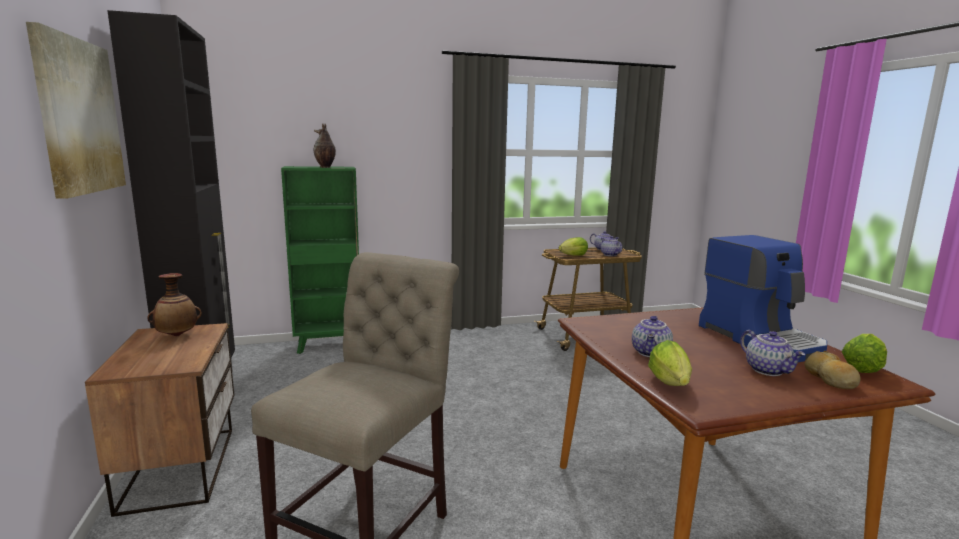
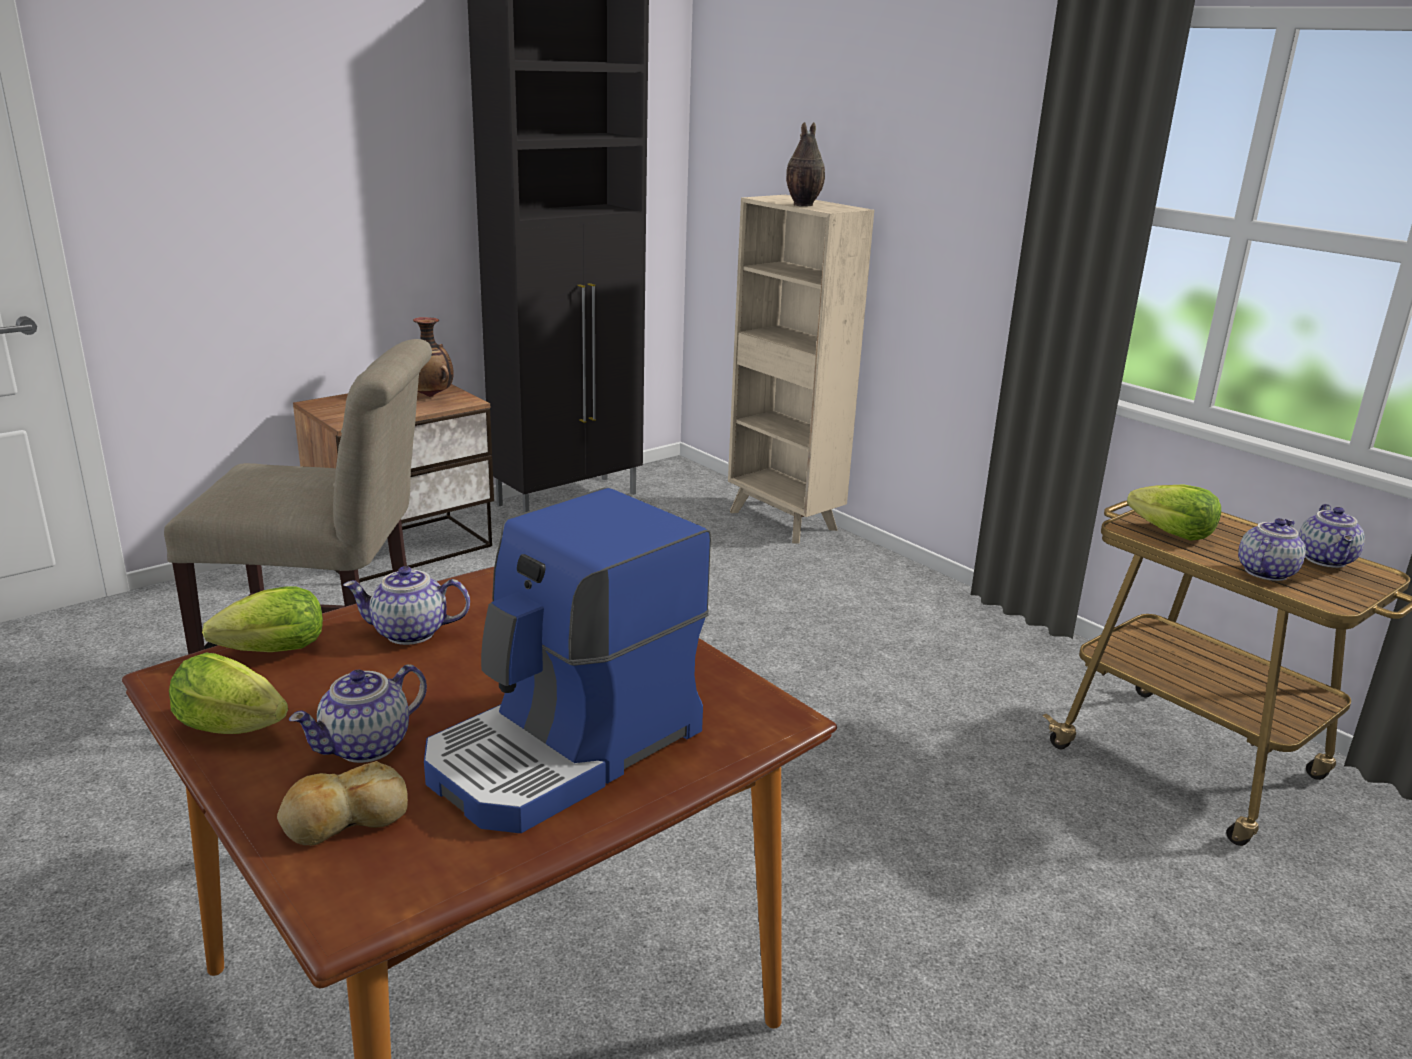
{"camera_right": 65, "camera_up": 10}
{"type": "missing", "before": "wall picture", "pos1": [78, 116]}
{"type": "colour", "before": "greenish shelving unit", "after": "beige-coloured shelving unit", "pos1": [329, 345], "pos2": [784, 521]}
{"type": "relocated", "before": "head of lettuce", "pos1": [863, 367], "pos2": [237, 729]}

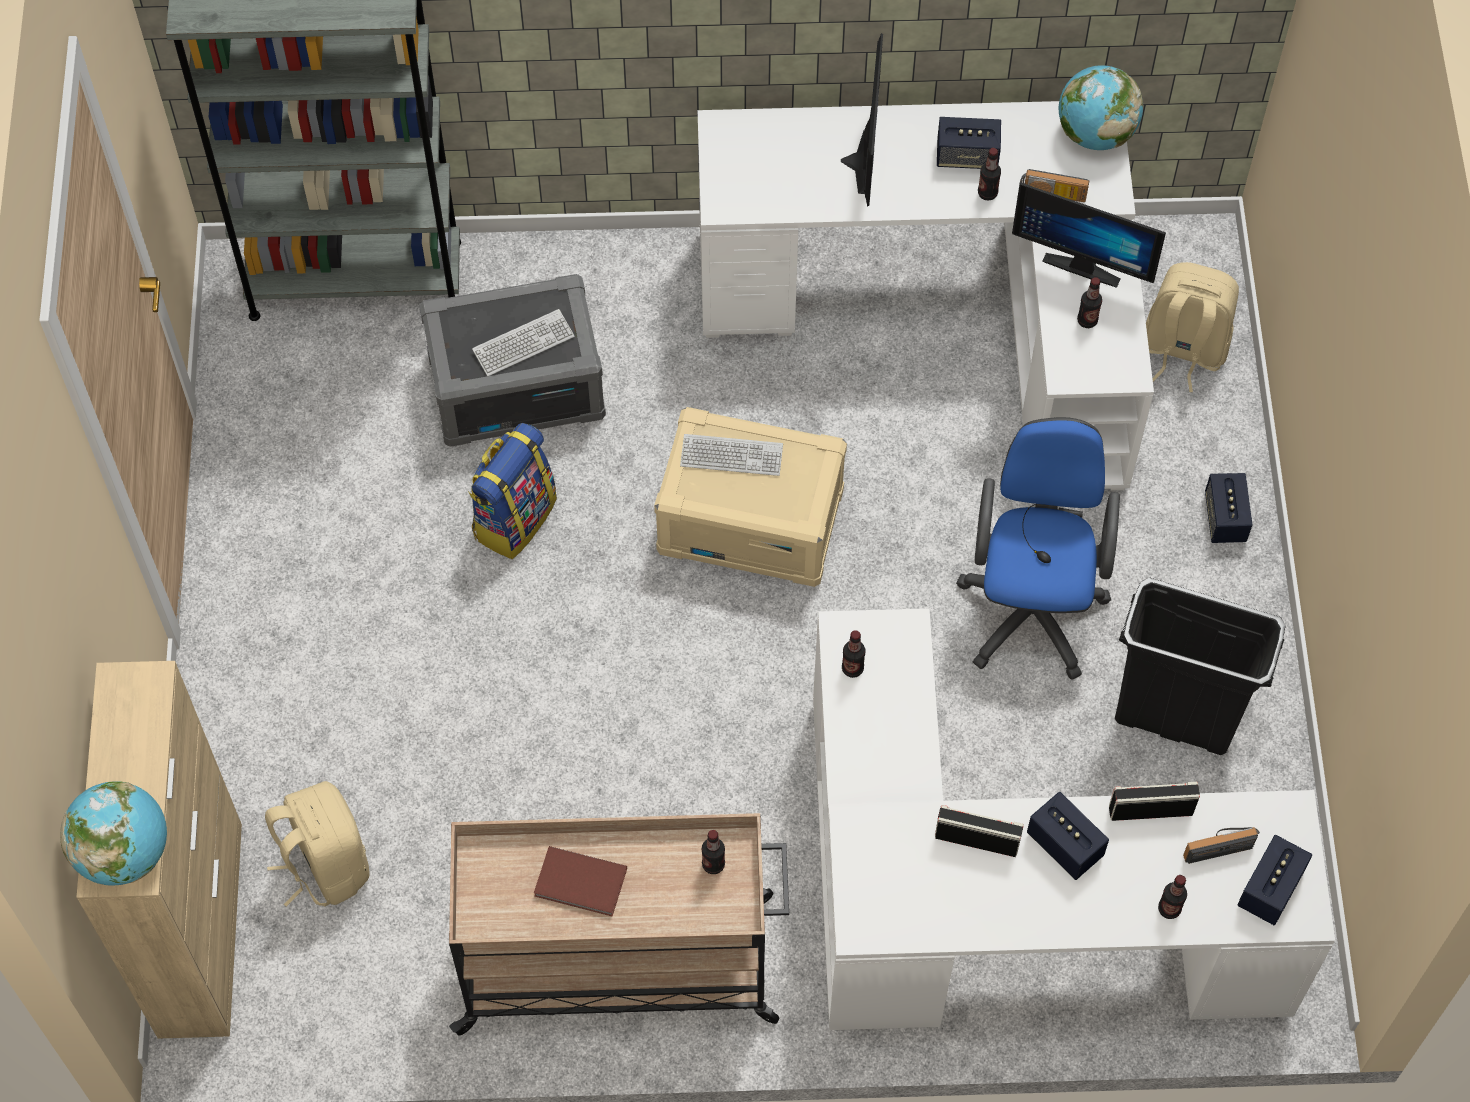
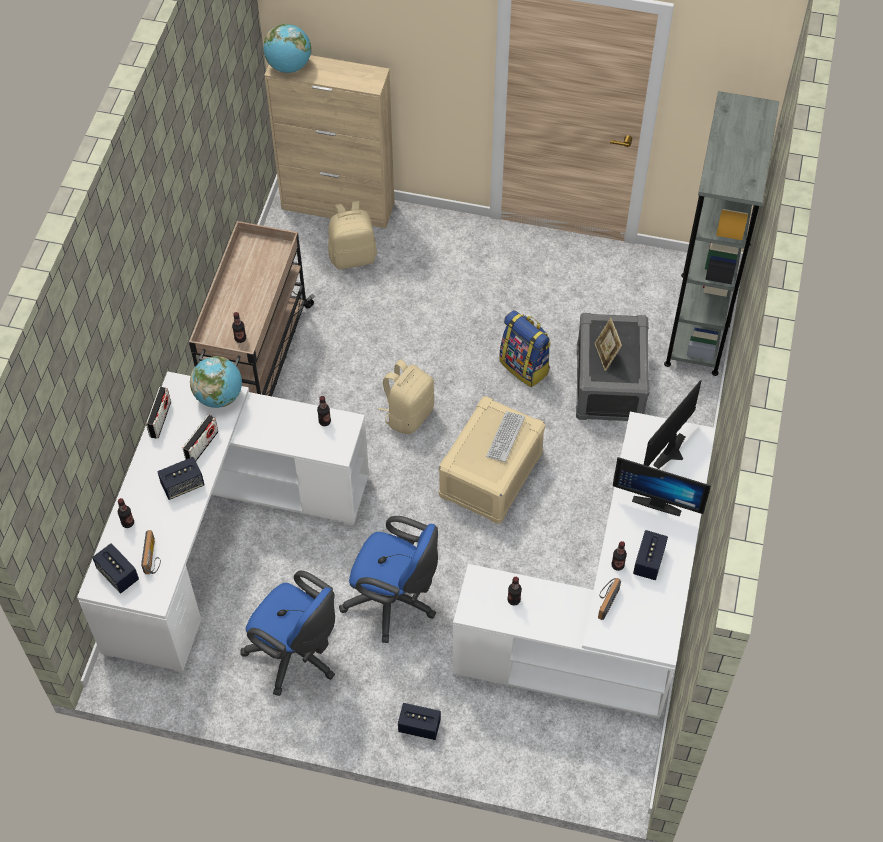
{"camera_right": 105, "camera_up": -5}
{"type": "relocated", "before": "desk globe", "pos1": [1095, 133], "pos2": [219, 396]}
{"type": "relocated", "before": "computer display", "pos1": [1084, 262], "pos2": [674, 454]}
{"type": "relocated", "before": "beige-coloured rucksack", "pos1": [1182, 349], "pos2": [408, 414]}
{"type": "exchanged", "before": "keyboard", "after": "photo frame", "pos1": [523, 344], "pos2": [606, 356]}
{"type": "exchanged", "before": "black-coloured trash can", "after": "blue desk chair", "pos1": [1175, 720], "pos2": [297, 655]}
{"type": "relocated", "before": "radio receiver", "pos1": [1150, 810], "pos2": [160, 419]}
{"type": "missing", "before": "brown book", "pos1": [581, 884]}

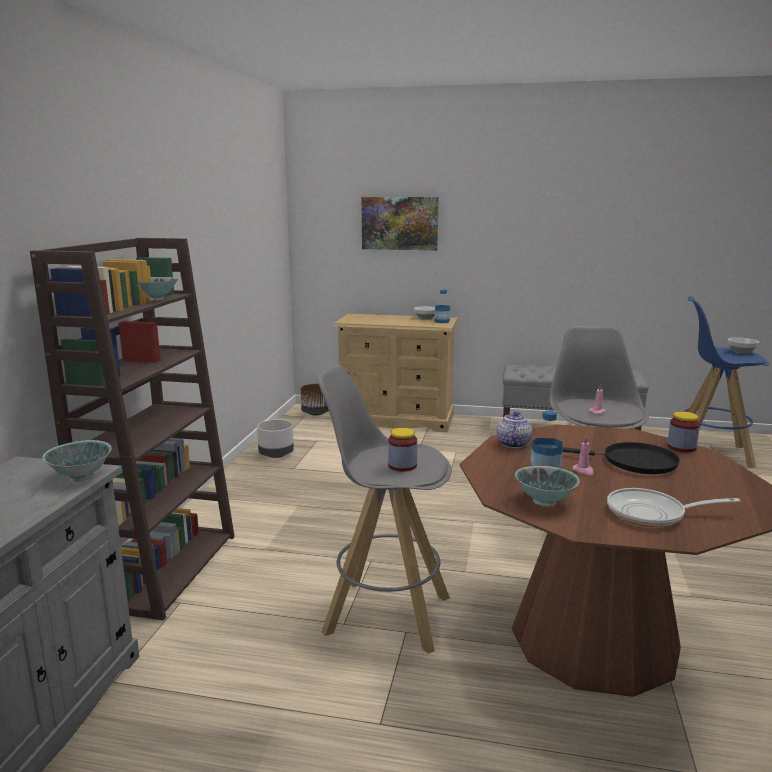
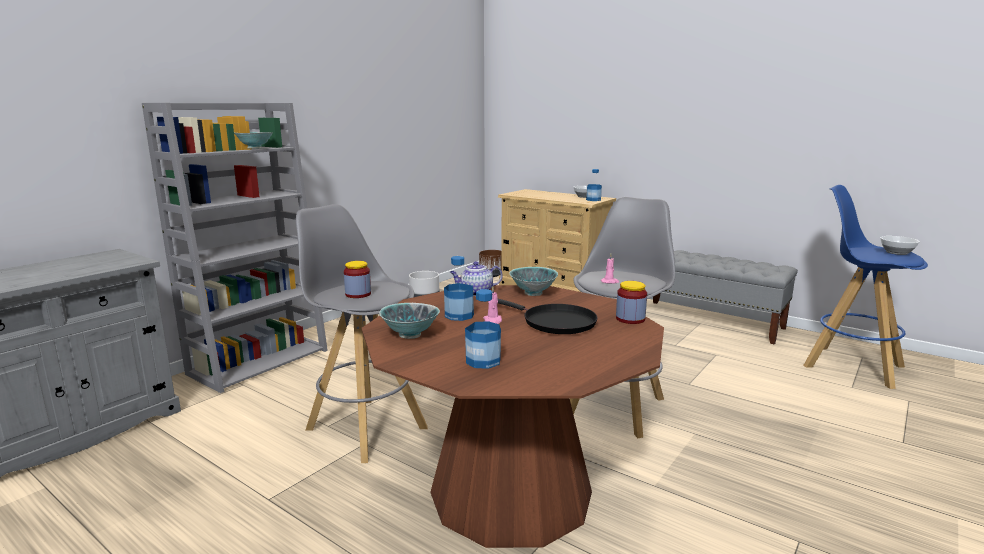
{"camera_right": 25, "camera_up": 0}
{"type": "missing", "before": "wall picture", "pos1": [399, 223]}
{"type": "colour", "before": "brown shelving unit", "after": "grey shelving unit", "pos1": [165, 568], "pos2": [260, 361]}
{"type": "spun", "before": "pot for tea", "pos1": [513, 443], "pos2": [476, 293], "turn": -150}
{"type": "relocated", "before": "serving bowl", "pos1": [81, 477], "pos2": [533, 293]}
{"type": "exchanged", "before": "skillet", "after": "bottle", "pos1": [652, 514], "pos2": [483, 361]}

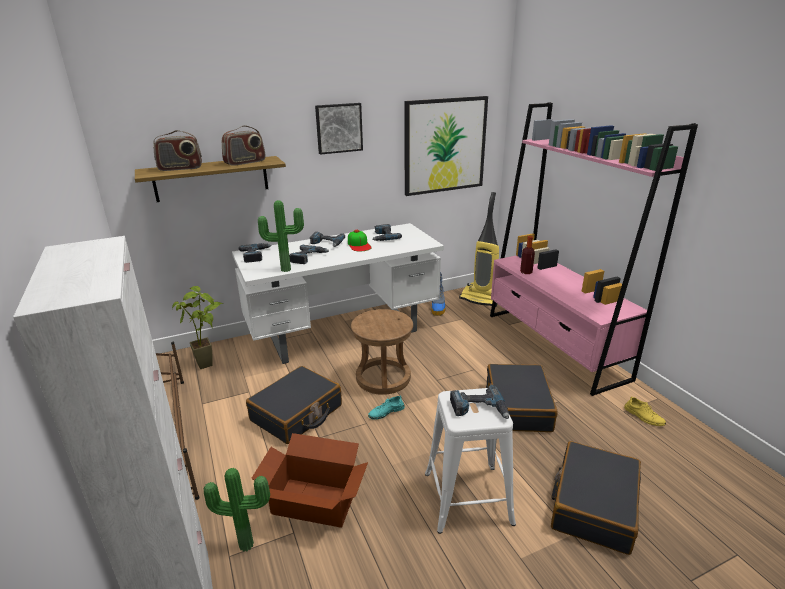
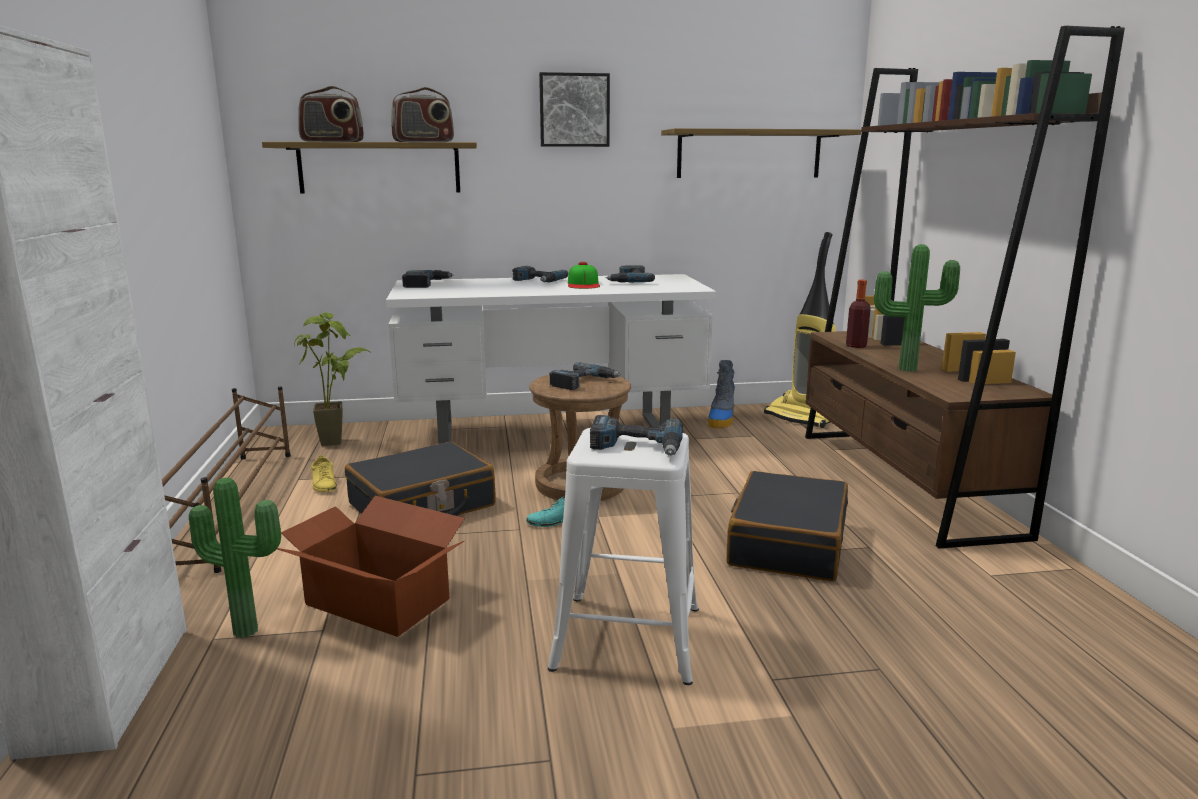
{"camera_right": 15, "camera_up": -10}
{"type": "exchanged", "before": "wall picture", "after": "bracket shelf", "pos1": [444, 145], "pos2": [749, 154]}
{"type": "colour", "before": "pinkish shelving unit", "after": "brown shelving unit", "pos1": [555, 345], "pos2": [903, 481]}
{"type": "relocated", "before": "plant in a pot", "pos1": [286, 269], "pos2": [906, 368]}
{"type": "relocated", "before": "power drill", "pos1": [308, 257], "pos2": [583, 382]}
{"type": "relocated", "before": "yellow shoe", "pos1": [643, 416], "pos2": [324, 484]}
{"type": "missing", "before": "black-coloured travel case", "pos1": [593, 505]}

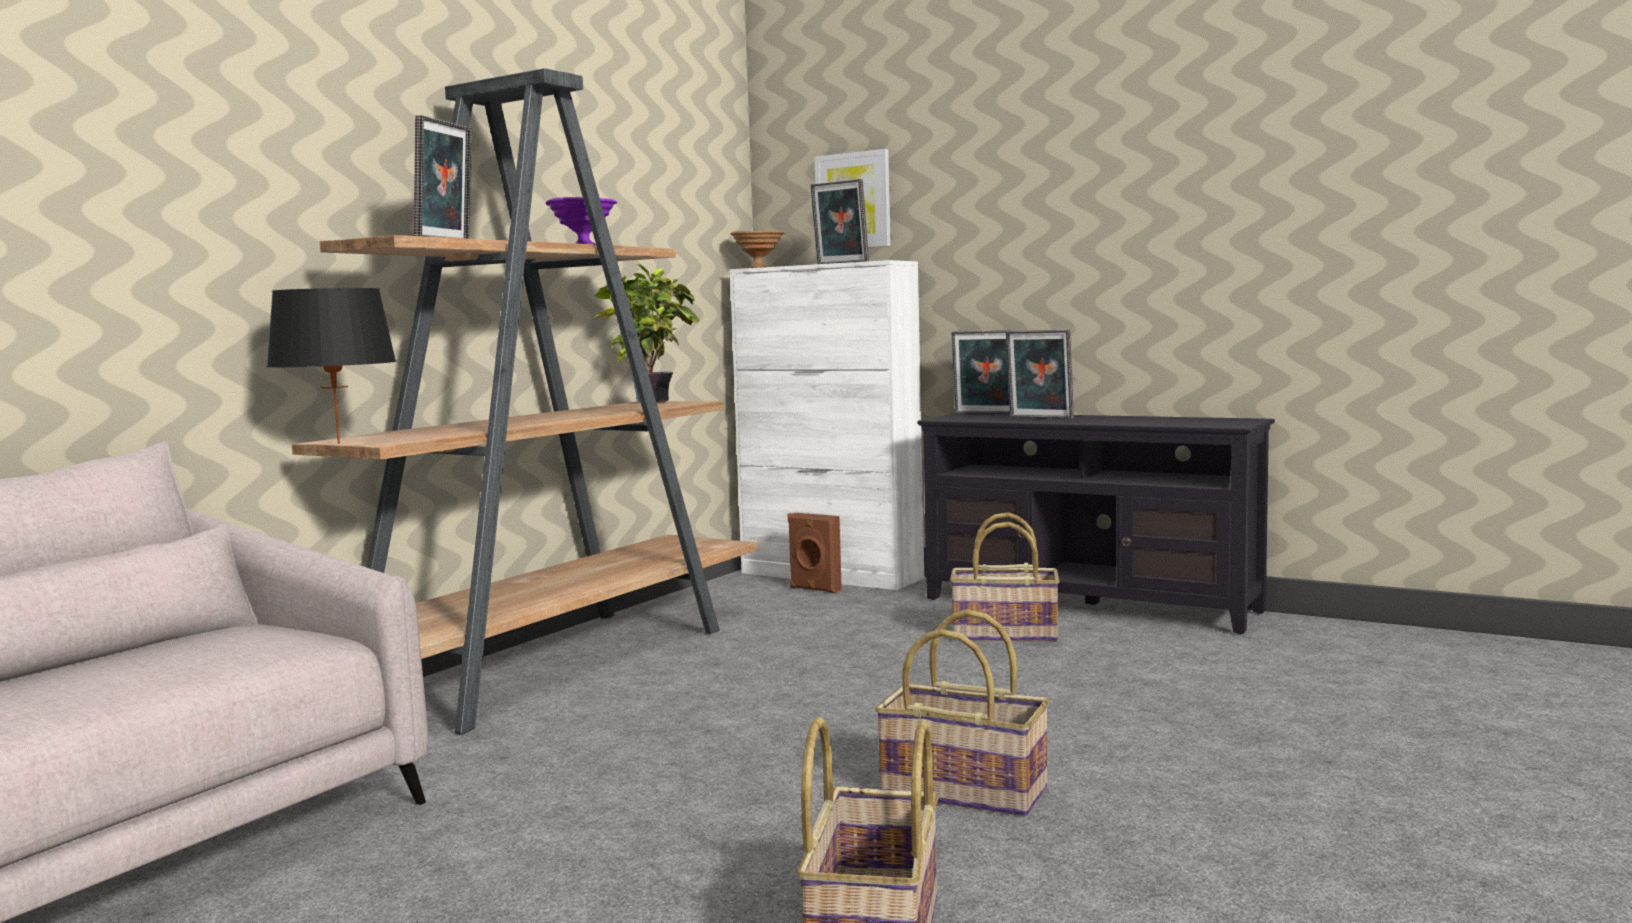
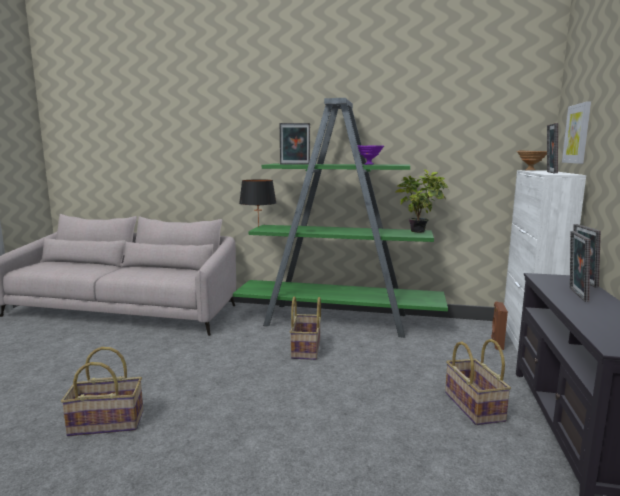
{"camera_right": 70, "camera_up": 5}
{"type": "colour", "before": "brown shelving unit", "after": "greenish shelving unit", "pos1": [551, 664], "pos2": [339, 320]}
{"type": "relocated", "before": "basket", "pos1": [965, 790], "pos2": [306, 349]}

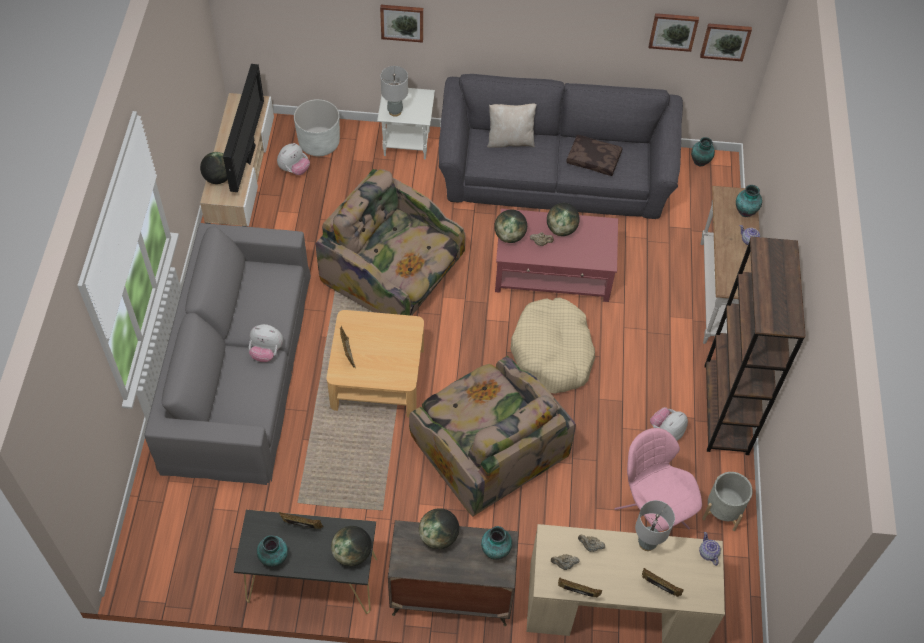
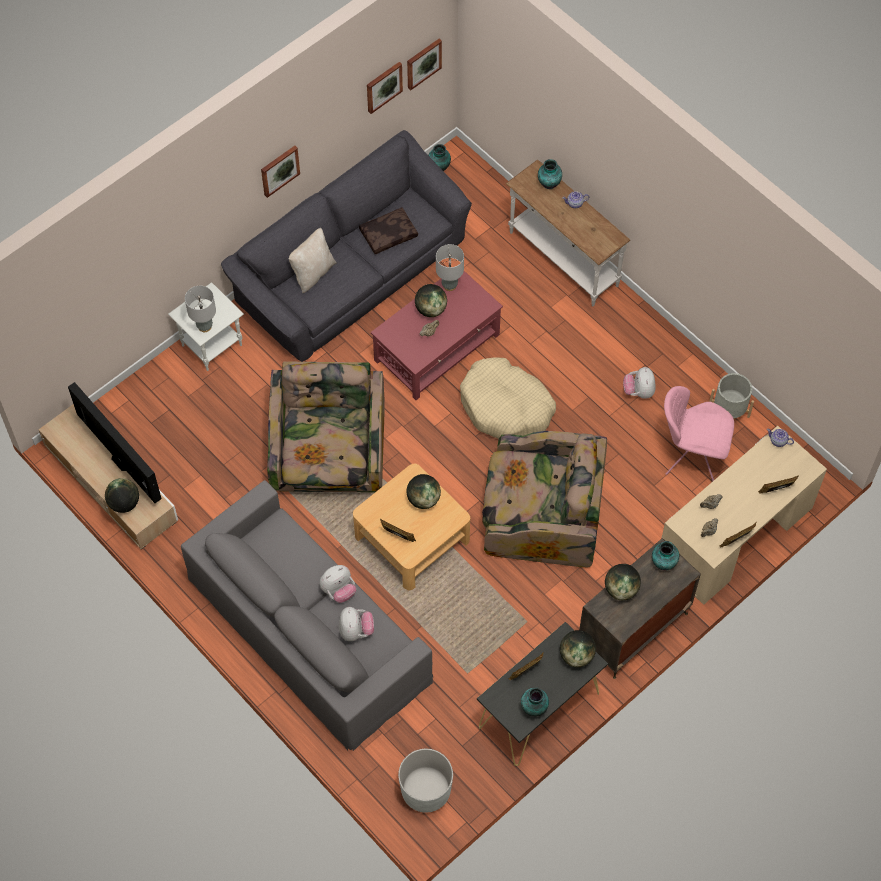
{"camera_right": -45, "camera_up": 5}
{"type": "relocated", "before": "wall picture", "pos1": [402, 22], "pos2": [279, 170]}
{"type": "relocated", "before": "white planter", "pos1": [319, 143], "pos2": [426, 790]}
{"type": "relocated", "before": "plush toy", "pos1": [294, 169], "pos2": [356, 631]}
{"type": "spun", "before": "lounge chair", "pos1": [394, 272], "pos2": [328, 452], "turn": 105}
{"type": "relocated", "before": "desk globe", "pos1": [509, 236], "pos2": [423, 499]}
{"type": "missing", "before": "brown shelving unit", "pos1": [726, 409]}
{"type": "relocated", "before": "grey tabletop lamp", "pos1": [647, 543], "pos2": [449, 285]}

